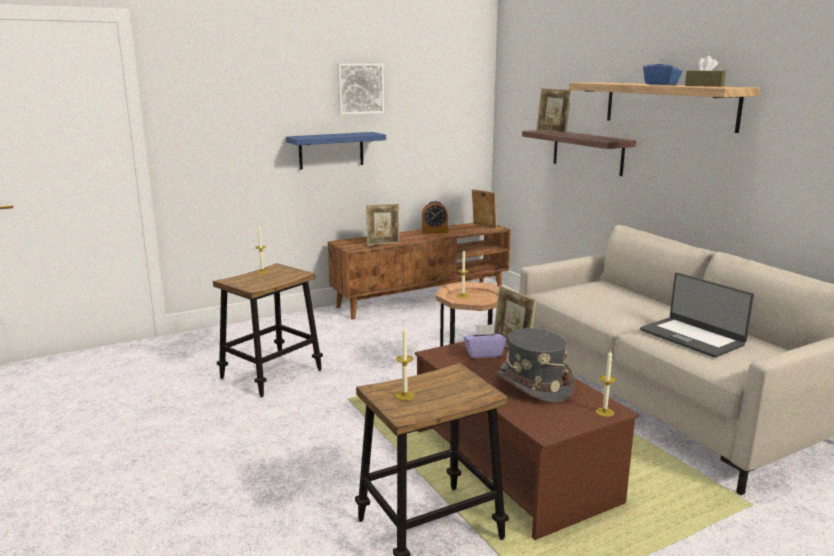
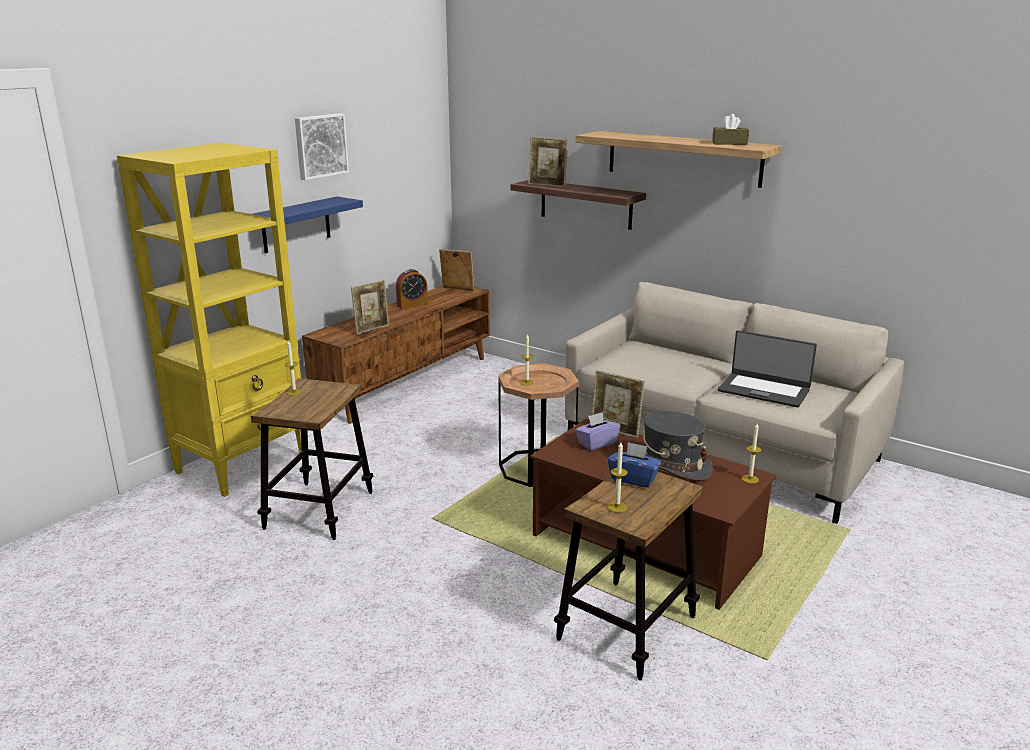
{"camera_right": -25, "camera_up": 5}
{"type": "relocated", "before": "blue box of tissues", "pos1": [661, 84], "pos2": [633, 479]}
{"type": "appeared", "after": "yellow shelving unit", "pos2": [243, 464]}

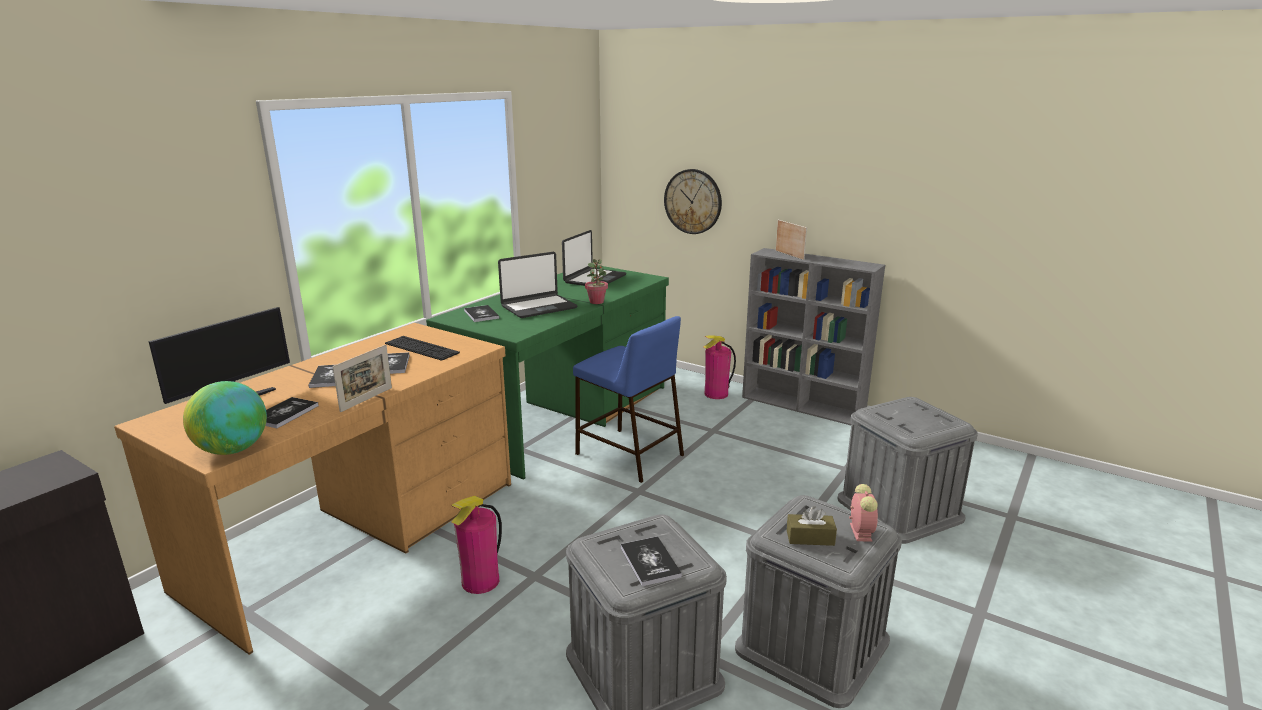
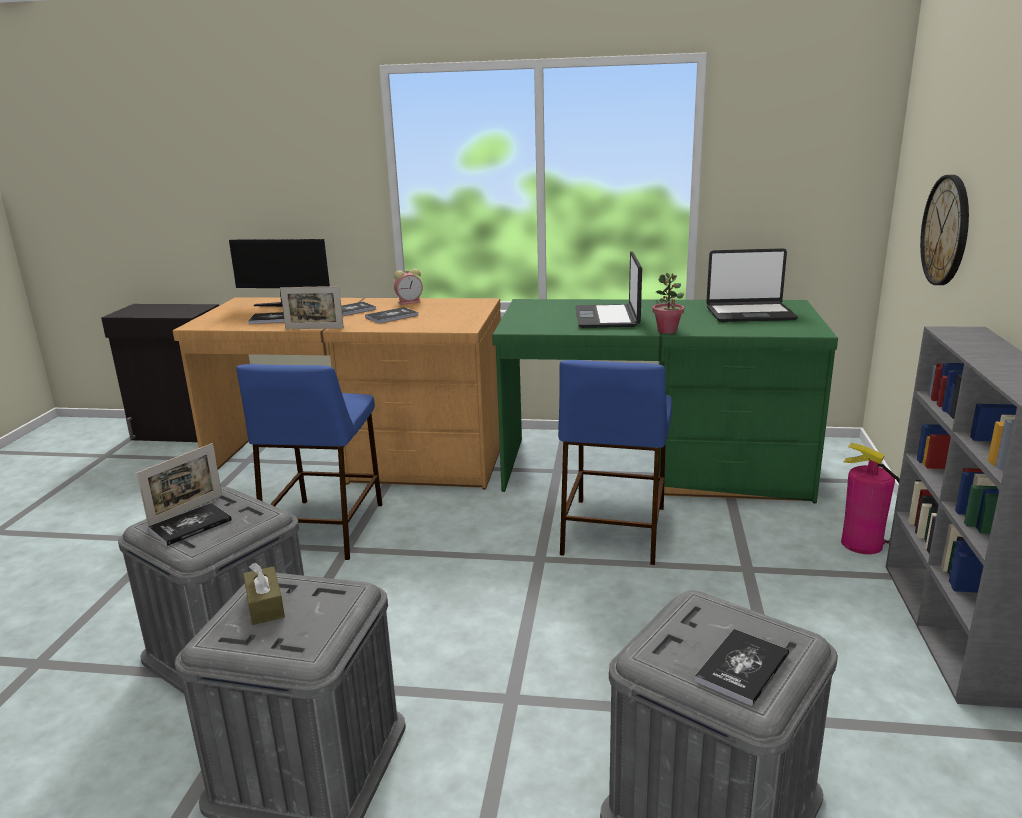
{"camera_right": 65, "camera_up": 0}
{"type": "relocated", "before": "photo frame", "pos1": [789, 255], "pos2": [186, 510]}
{"type": "spun", "before": "laptop", "pos1": [538, 307], "pos2": [607, 318], "turn": 60}
{"type": "relocated", "before": "book", "pos1": [481, 314], "pos2": [742, 668]}
{"type": "missing", "before": "keyboard", "pos1": [421, 348]}
{"type": "missing", "before": "desk globe", "pos1": [232, 450]}
{"type": "relocated", "before": "bedside clock", "pos1": [860, 531], "pos2": [410, 302]}
{"type": "exchanged", "before": "fire-fighting cylinder", "after": "blue stool", "pos1": [480, 581], "pos2": [324, 527]}

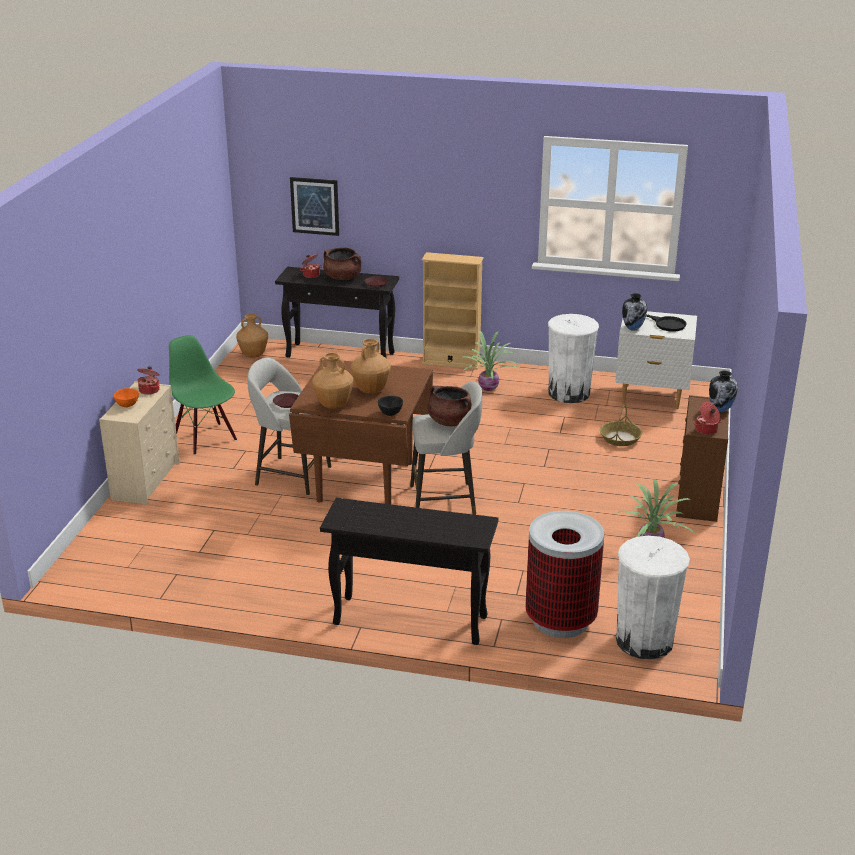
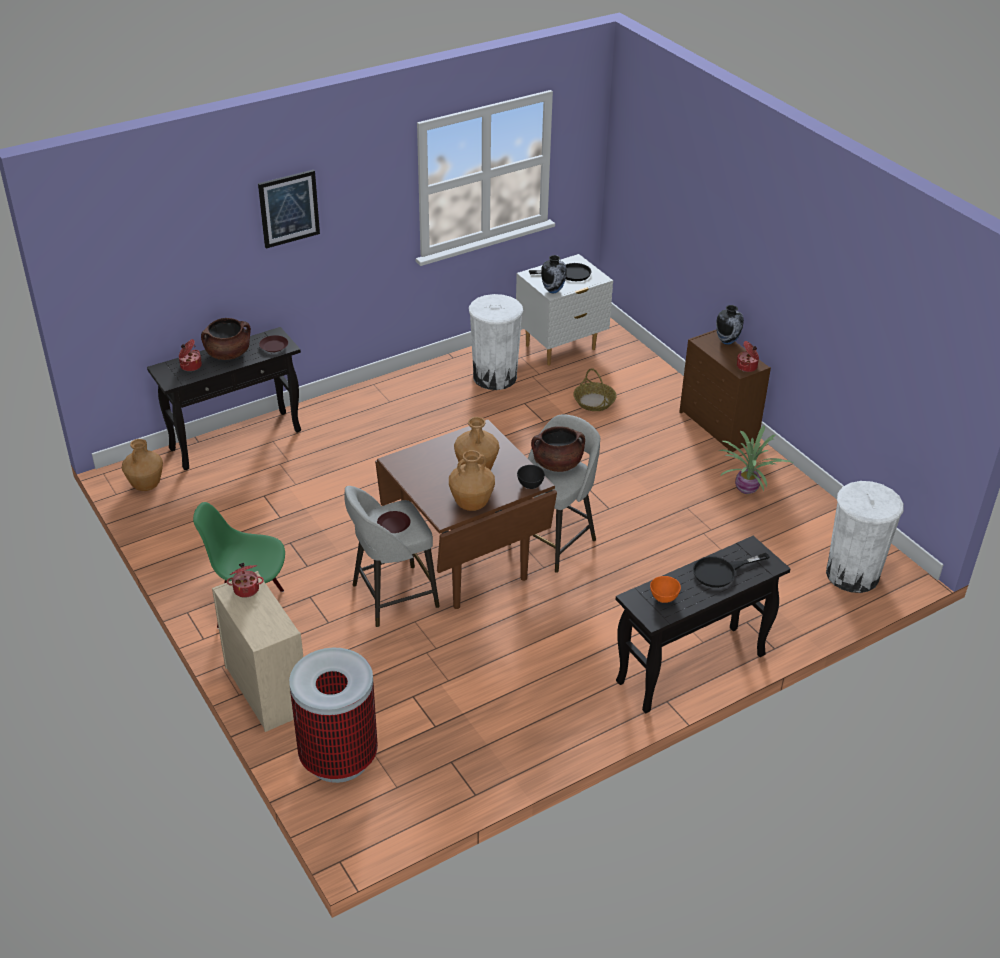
{"camera_right": -45, "camera_up": 10}
{"type": "relocated", "before": "wall picture", "pos1": [315, 206], "pos2": [289, 208]}
{"type": "missing", "before": "beige-coloured shelving unit", "pos1": [451, 362]}
{"type": "missing", "before": "plant in a pot", "pos1": [489, 387]}
{"type": "relocated", "before": "orange-coloured serving bowl", "pos1": [128, 405], "pos2": [664, 597]}
{"type": "relocated", "before": "trash can", "pos1": [560, 619], "pos2": [338, 757]}
{"type": "appeared", "after": "black-coloured skillet", "pos2": [721, 572]}

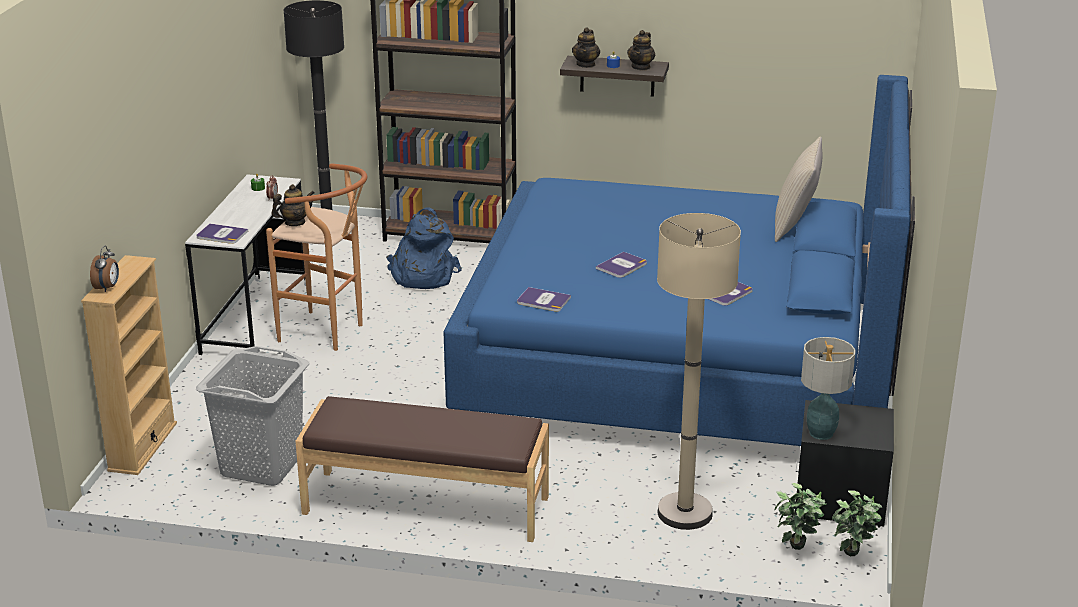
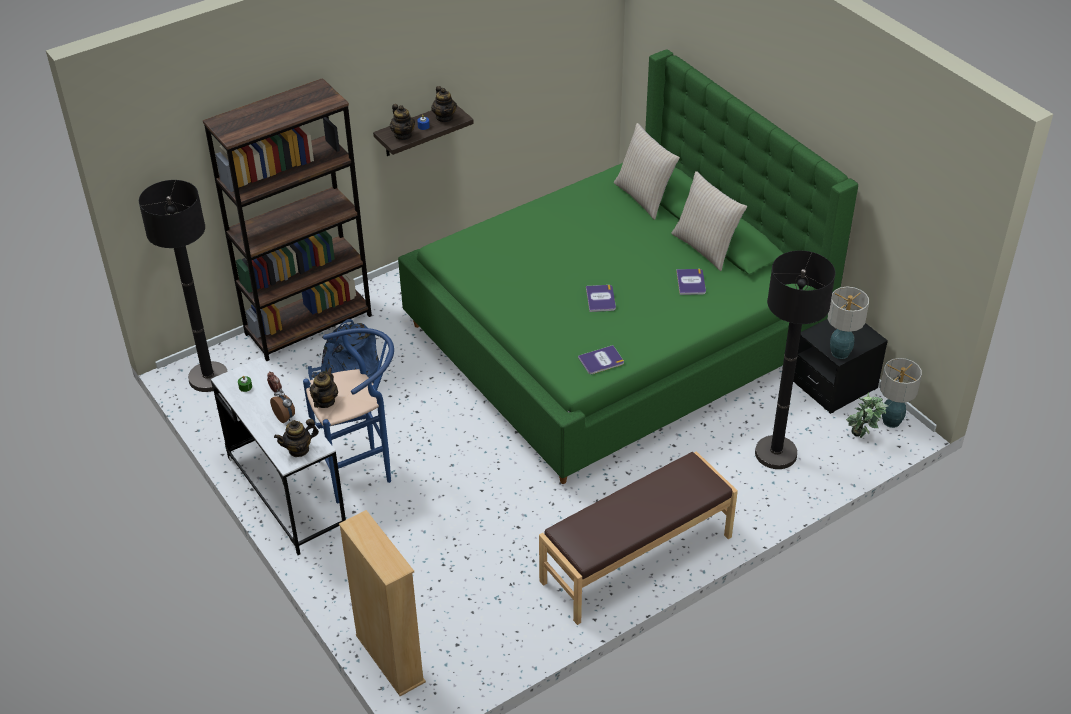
{"camera_right": -45, "camera_up": 15}
{"type": "colour", "before": "blue sleeping bed", "after": "greenish sleeping bed", "pos1": [681, 361], "pos2": [616, 338]}
{"type": "colour", "before": "brown stool", "after": "blue stool", "pos1": [329, 333], "pos2": [362, 470]}
{"type": "colour", "before": "beige-coloured standard lamp", "after": "black-coloured standard lamp", "pos1": [685, 513], "pos2": [775, 453]}
{"type": "exchanged", "before": "book", "after": "pot for tea", "pos1": [221, 235], "pos2": [299, 449]}
{"type": "relocated", "before": "bedside clock", "pos1": [107, 287], "pos2": [285, 417]}
{"type": "missing", "before": "grey laundry basket", "pos1": [261, 465]}
{"type": "exchanged", "before": "plant in a pot", "after": "tabletop lamp", "pos1": [852, 559], "pos2": [891, 422]}
{"type": "appeared", "after": "beige-coloured pillow", "pos2": [705, 247]}

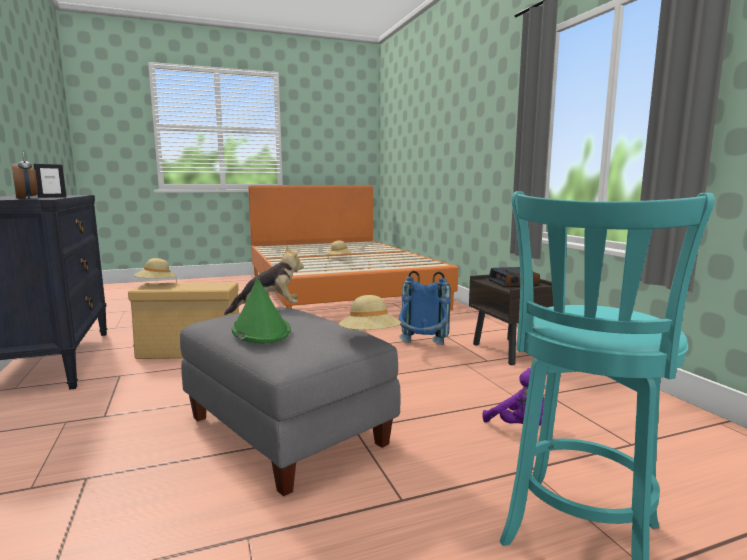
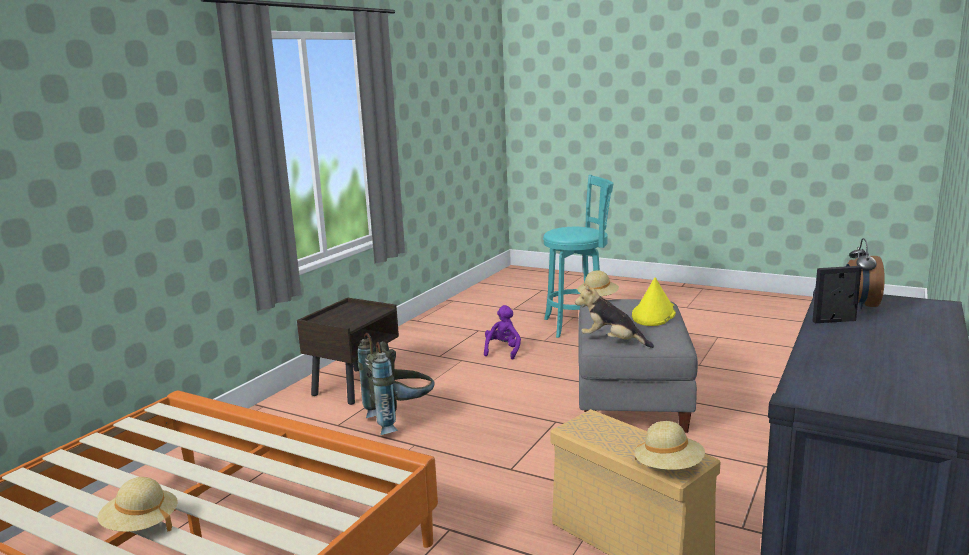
{"camera_right": -130, "camera_up": 5}
{"type": "missing", "before": "bedside clock", "pos1": [513, 283]}
{"type": "colour", "before": "blue rucksack", "after": "grey rucksack", "pos1": [422, 349], "pos2": [400, 420]}
{"type": "colour", "before": "greenish hat", "after": "yellow hat", "pos1": [260, 330], "pos2": [653, 314]}

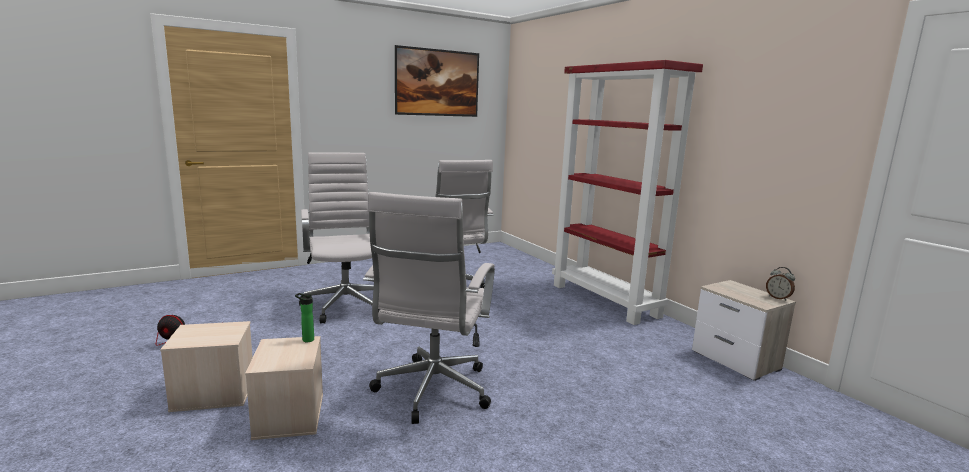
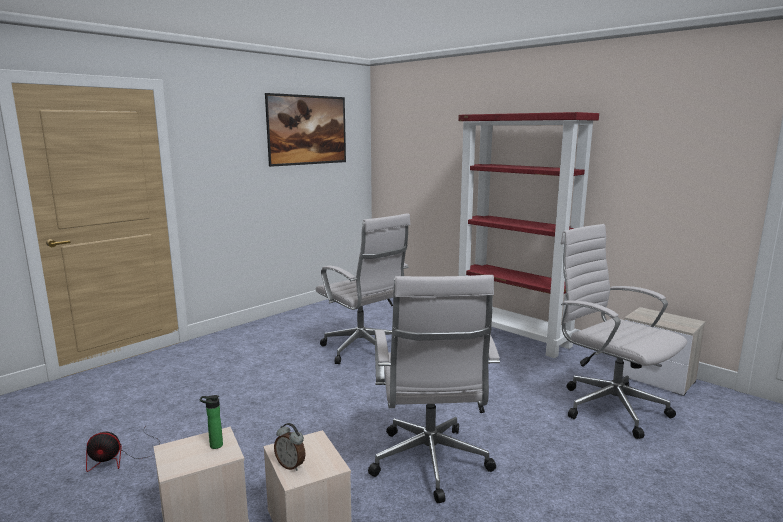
{"camera_right": -15, "camera_up": 0}
{"type": "relocated", "before": "white desk chair", "pos1": [345, 305], "pos2": [608, 406]}
{"type": "relocated", "before": "bedside clock", "pos1": [778, 298], "pos2": [291, 465]}
{"type": "relocated", "before": "bottle", "pos1": [306, 339], "pos2": [214, 445]}

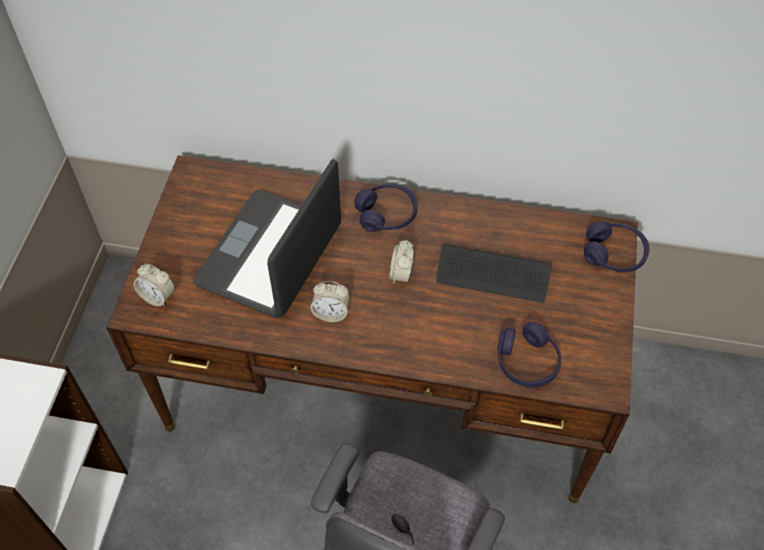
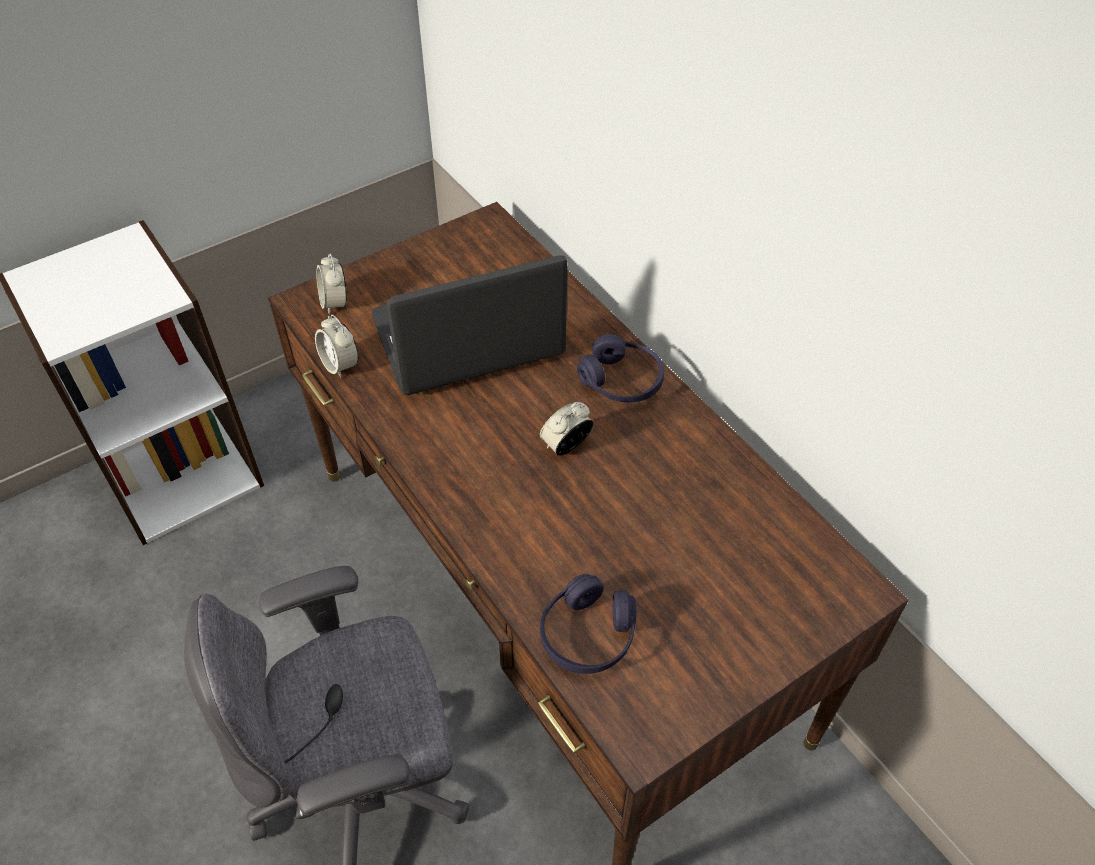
{"camera_right": 45, "camera_up": -5}
{"type": "missing", "before": "purplish headset", "pos1": [614, 254]}
{"type": "missing", "before": "keyboard", "pos1": [493, 274]}
{"type": "relocated", "before": "bedside clock", "pos1": [331, 313], "pos2": [340, 364]}

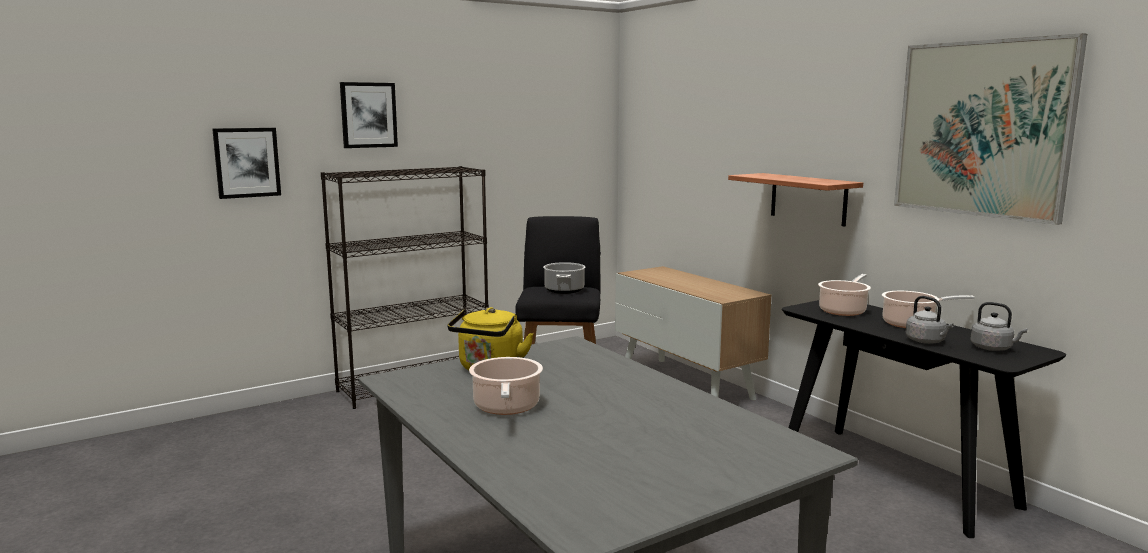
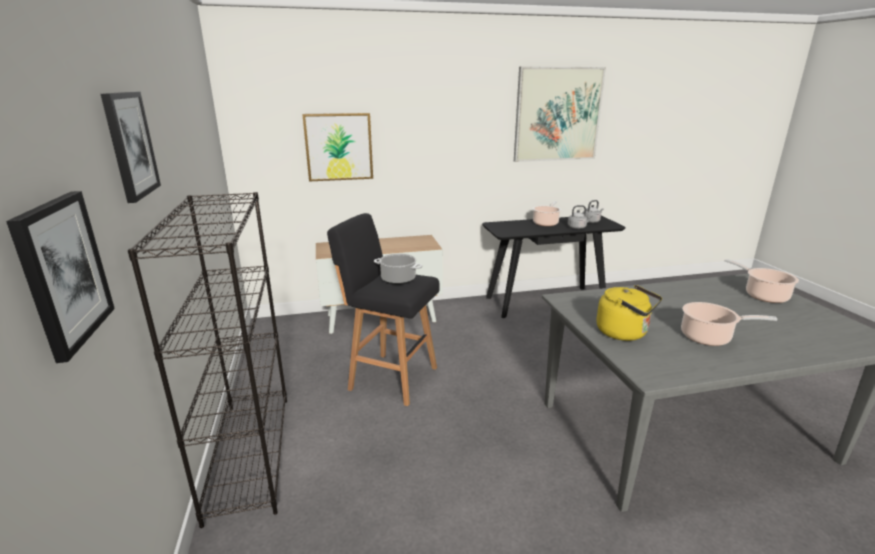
{"camera_right": -70, "camera_up": 10}
{"type": "missing", "before": "bracket shelf", "pos1": [808, 199]}
{"type": "relocated", "before": "cooking pot", "pos1": [843, 311], "pos2": [763, 295]}
{"type": "appeared", "after": "wall picture", "pos2": [339, 147]}

